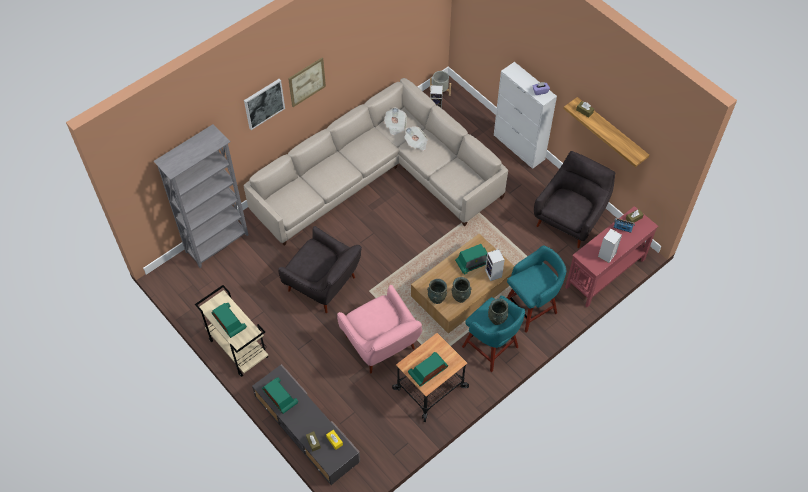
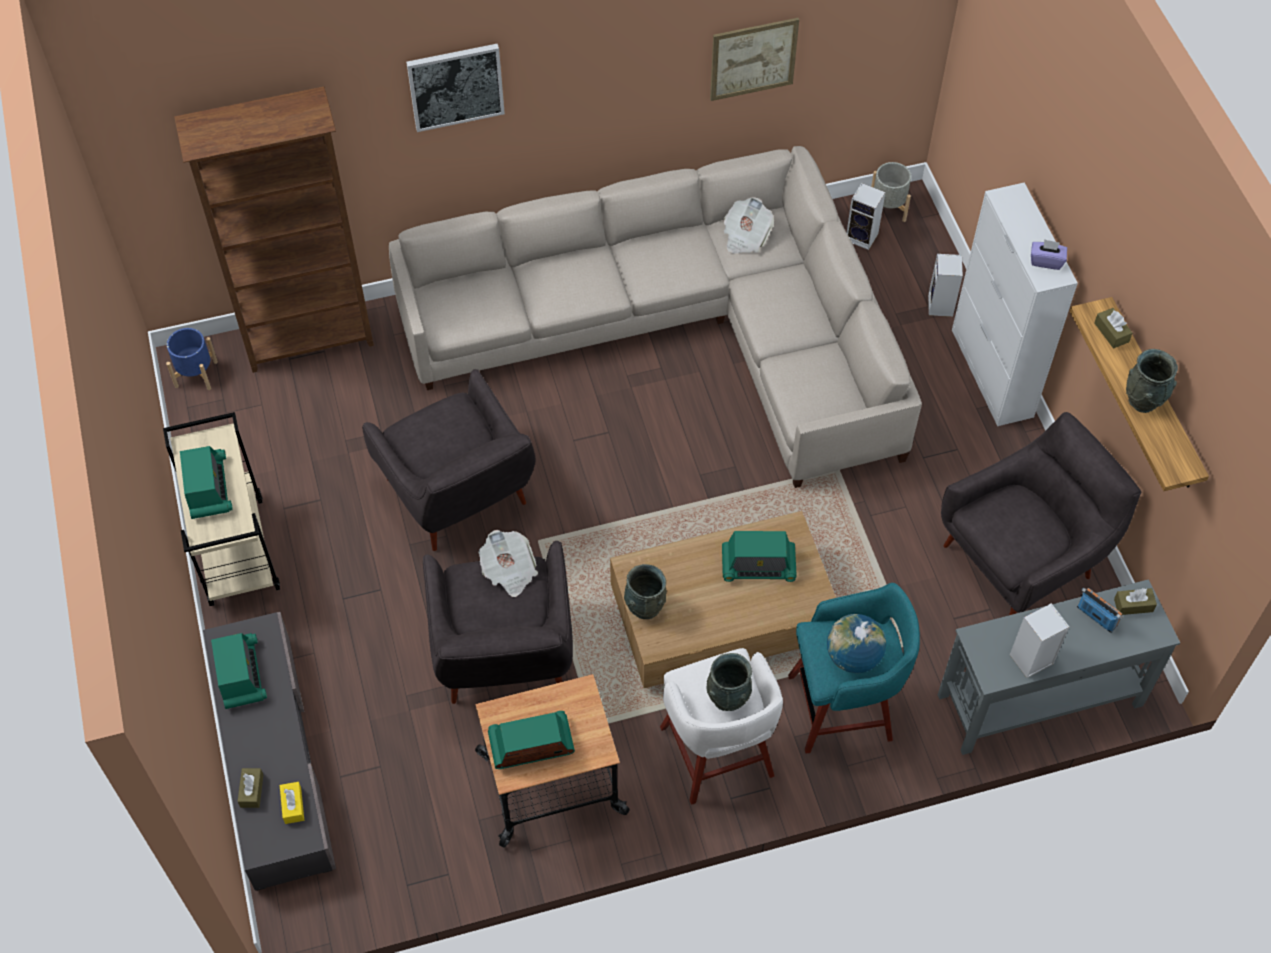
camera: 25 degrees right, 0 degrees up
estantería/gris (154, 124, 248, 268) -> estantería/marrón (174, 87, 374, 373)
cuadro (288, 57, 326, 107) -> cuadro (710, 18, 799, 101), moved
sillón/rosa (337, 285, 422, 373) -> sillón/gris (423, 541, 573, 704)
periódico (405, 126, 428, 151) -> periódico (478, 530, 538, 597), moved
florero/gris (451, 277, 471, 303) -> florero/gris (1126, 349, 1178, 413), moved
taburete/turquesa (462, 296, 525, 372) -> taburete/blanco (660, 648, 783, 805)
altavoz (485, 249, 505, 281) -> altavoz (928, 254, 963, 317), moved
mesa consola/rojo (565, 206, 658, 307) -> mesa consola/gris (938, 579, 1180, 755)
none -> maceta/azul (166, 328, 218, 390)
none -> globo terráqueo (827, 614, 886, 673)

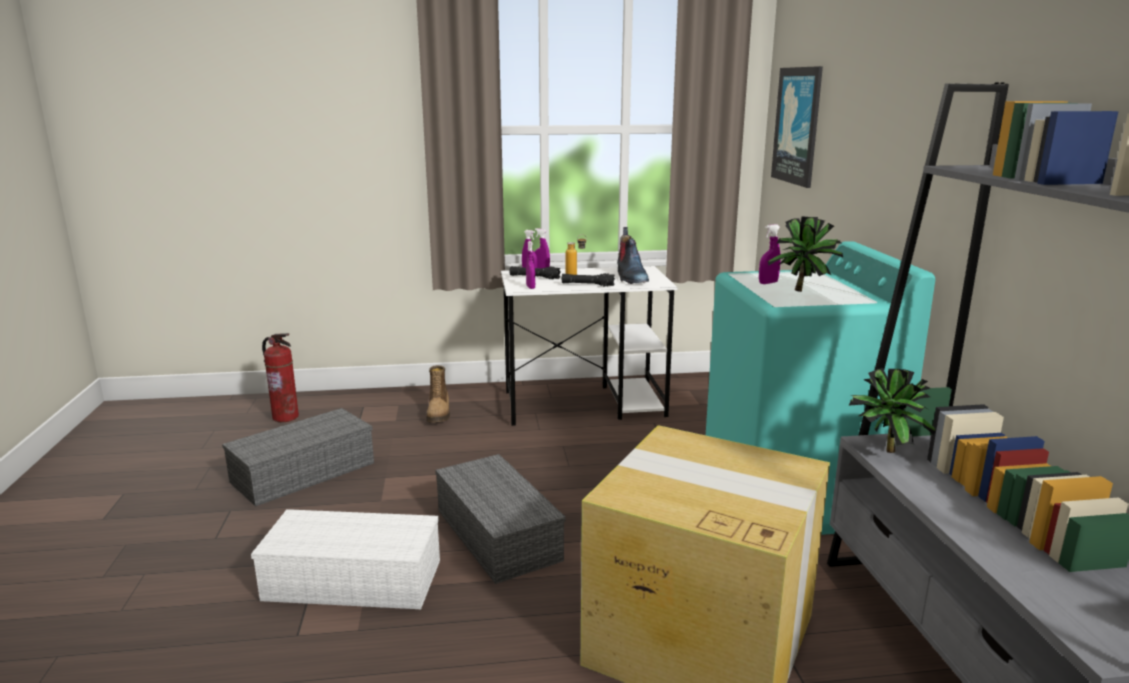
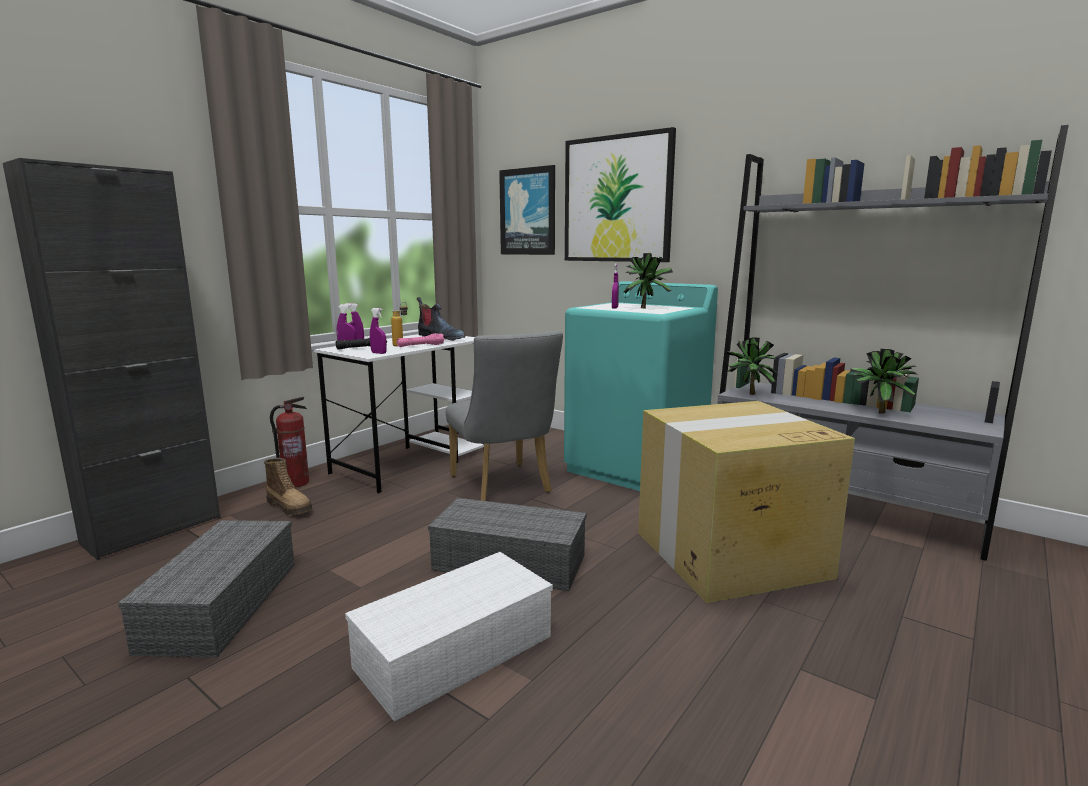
camera: 45 degrees left, 5 degrees down
extintor (262, 333, 299, 422) -> extintor (270, 397, 309, 487), moved
linterna/negro (561, 273, 615, 287) -> linterna/rosa (397, 333, 445, 347)
none -> armario/negro (3, 158, 220, 560)
none -> silla/gris (446, 330, 563, 501)
none -> cuadro (565, 127, 676, 262)
none -> planta en maceta (850, 349, 917, 414)

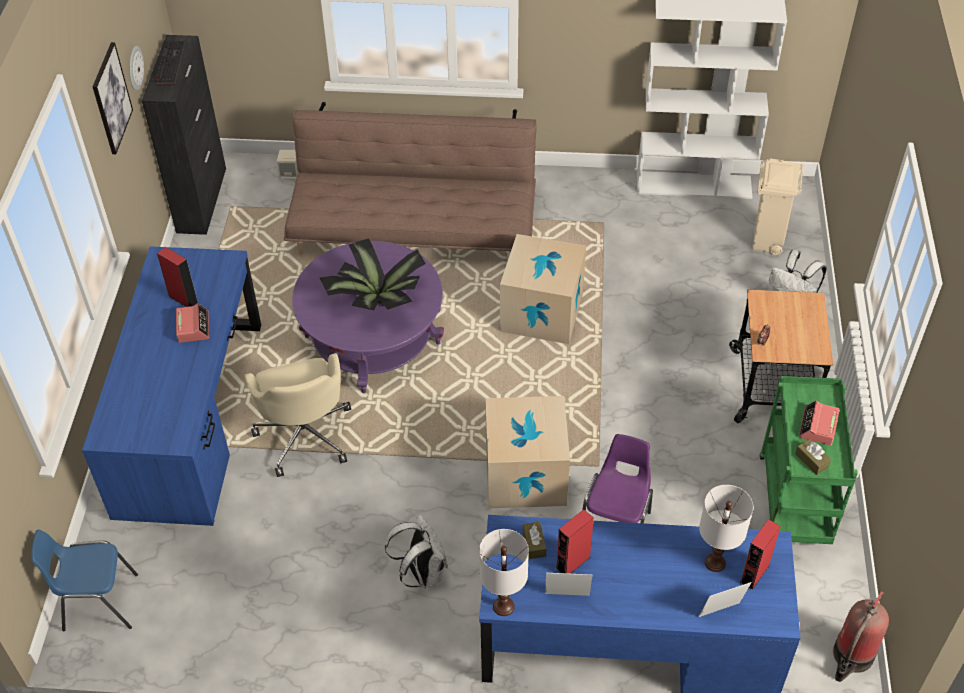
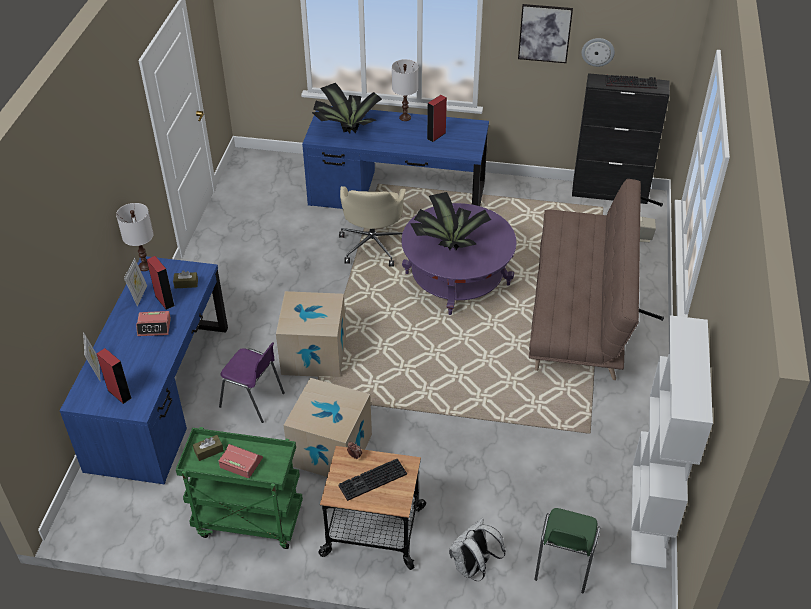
camera: 95 degrees right, 5 degrees down
silla/azul (31, 530, 138, 631) -> none
despertador (176, 303, 209, 343) -> despertador (136, 311, 171, 336), moved
silla de oficina/beis (245, 353, 351, 477) -> silla de oficina/beis (339, 186, 406, 267), 75 degrees counterclockwise
mochila/blanco (385, 515, 448, 589) -> none
caja de cartón (500, 234, 586, 344) -> caja de cartón (283, 378, 372, 477), moved
lámpara de mesa/blanco (699, 485, 753, 572) -> lámpara de mesa/blanco (392, 59, 418, 121), moved
papelera/beis (752, 158, 804, 255) -> silla/verde (534, 508, 600, 594)
extintor (833, 591, 889, 682) -> none
none -> planta en maceta (312, 83, 382, 134)
none -> teclado (338, 459, 407, 501)

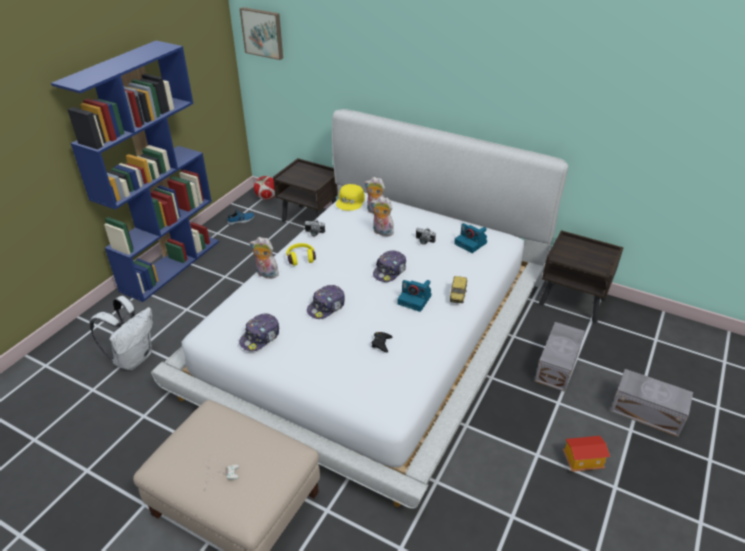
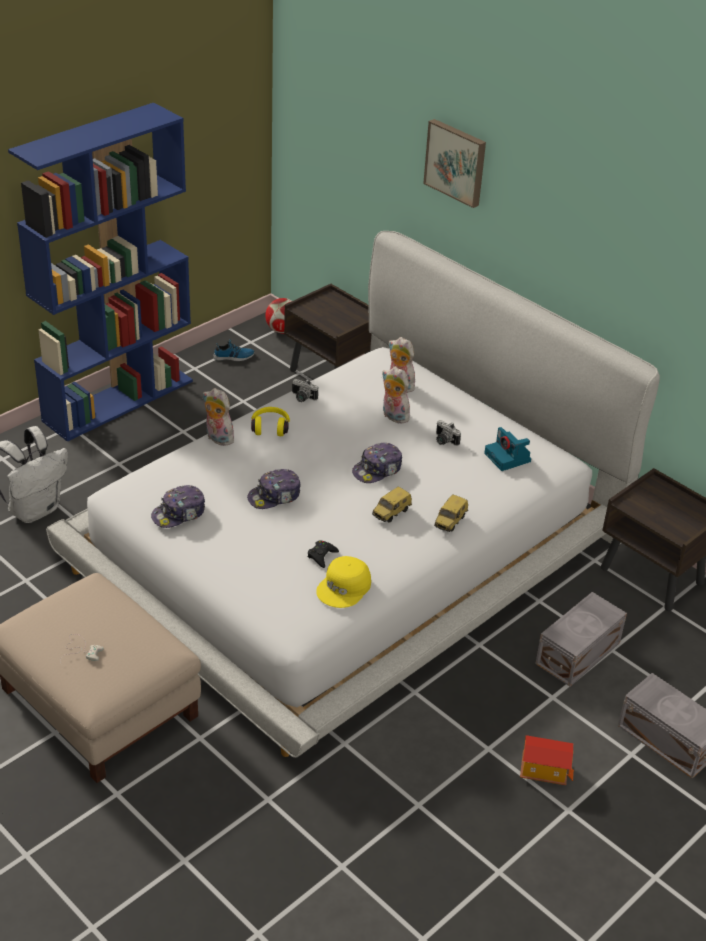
camera: 15 degrees right, 0 degrees up
cuadro (239, 7, 283, 60) -> cuadro (423, 119, 486, 208), moved
gorra/amarillo (336, 184, 365, 211) -> gorra/amarillo (316, 556, 371, 608), moved
cámara (398, 280, 432, 312) -> coche de juguete (372, 487, 412, 522)

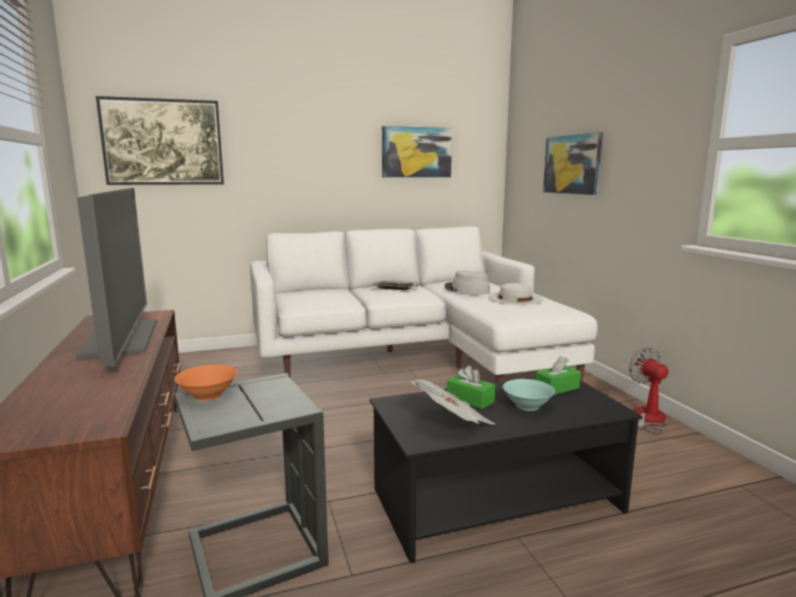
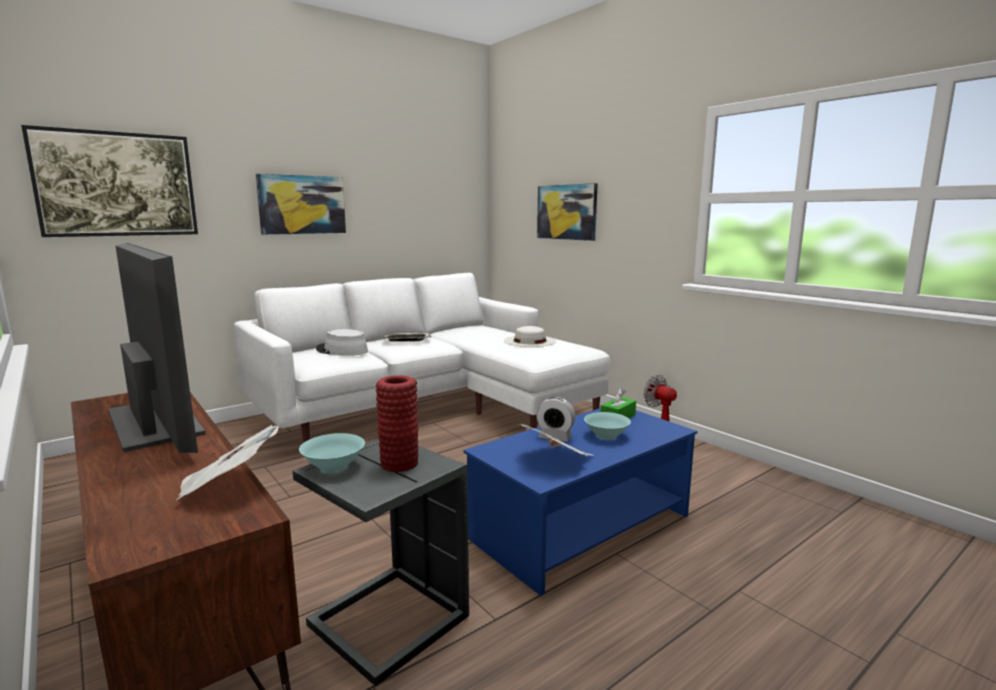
camera: 20 degrees left, 0 degrees up
cuenco/naranja (174, 364, 237, 401) -> cuenco/turquesa (299, 433, 365, 473)
mesa de centro/negro (370, 377, 643, 563) -> mesa de centro/azul (463, 408, 697, 596)
cuadro (382, 126, 452, 178) -> cuadro (256, 174, 346, 235), moved
sombrero/gris (445, 271, 490, 295) -> sombrero/gris (316, 329, 368, 356), moved
caja de pañuelos/verde (447, 365, 495, 409) -> despertador (536, 397, 575, 442)
none -> periódico (176, 425, 279, 500)
none -> florero/rojo (376, 375, 419, 472)

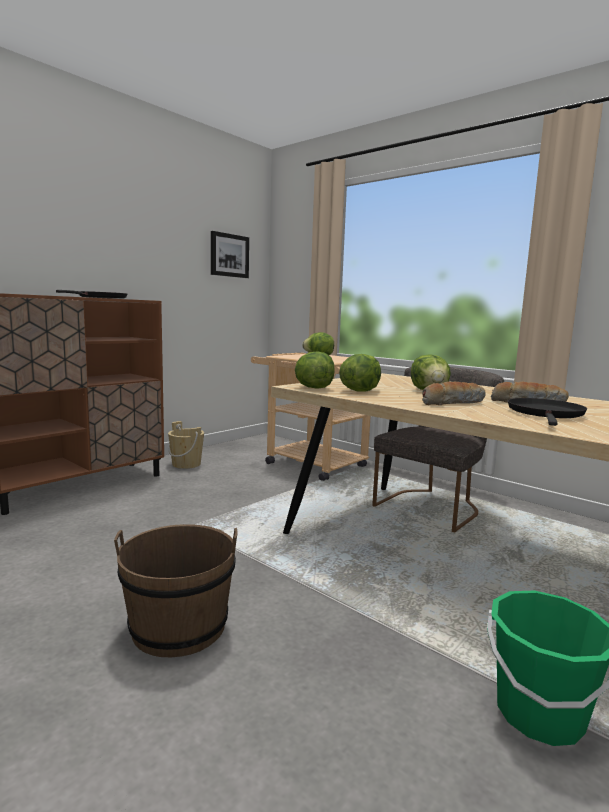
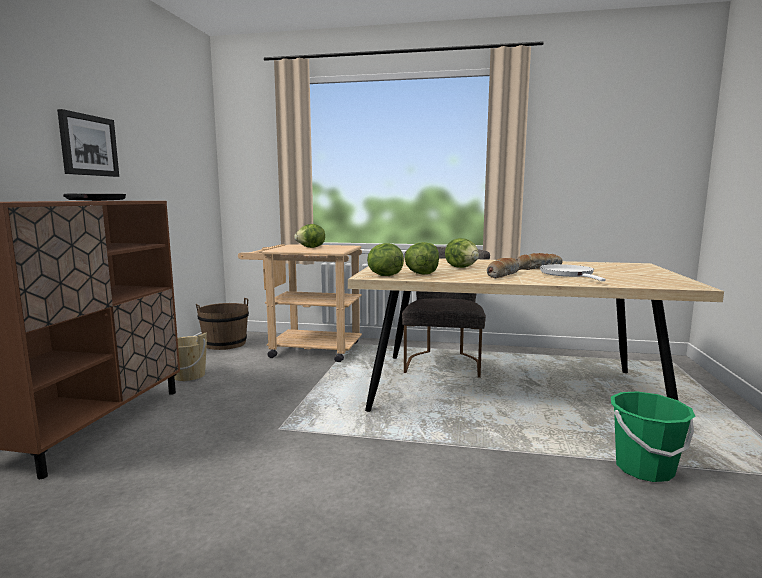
camera: 30 degrees left, 0 degrees up
cubo/marrón (114, 524, 238, 657) -> cubo/marrón (196, 298, 249, 350), moved
cuadro (211, 231, 249, 278) -> cuadro (57, 109, 119, 177), moved
sartén/negro (508, 398, 587, 426) -> sartén/blanco (540, 264, 606, 281)

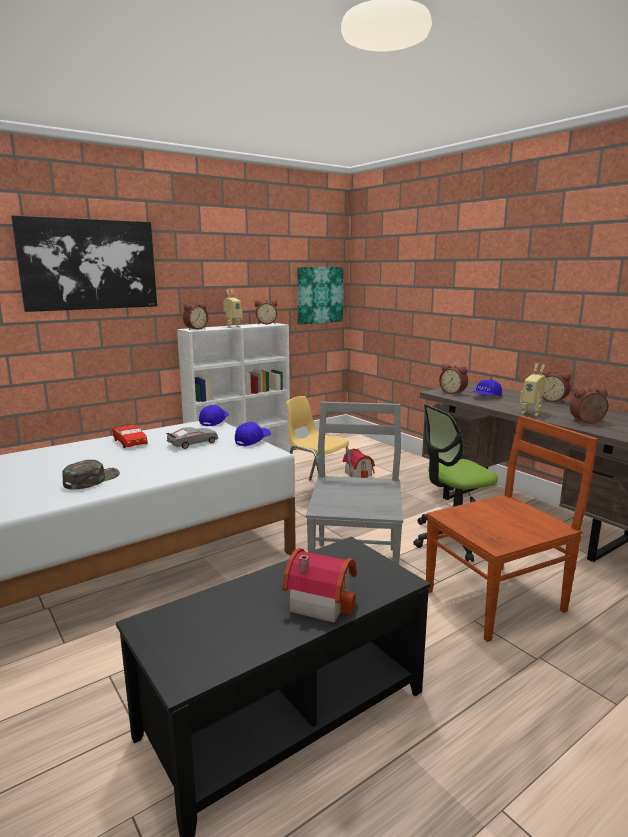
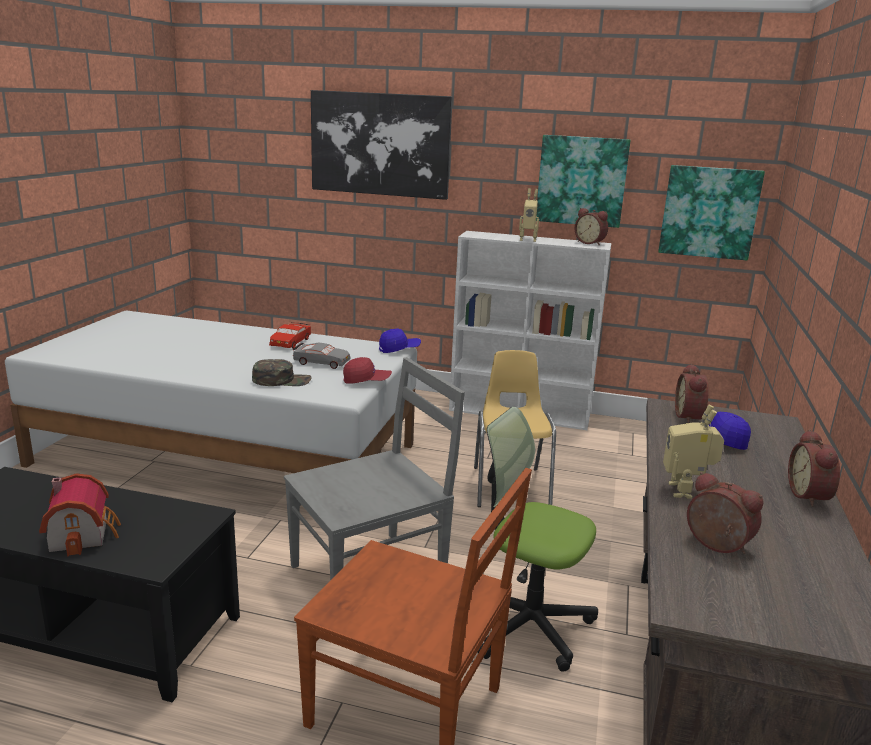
camera: 50 degrees right, 5 degrees up
gorra/verde (63, 460, 120, 489) -> gorra/verde (252, 359, 311, 386), moved
despertador (183, 303, 208, 330) -> none
gorra/azul (235, 422, 271, 446) -> gorra/rojo (343, 357, 392, 384)
casita (343, 449, 375, 478) -> none
none -> cuadro (536, 135, 631, 228)

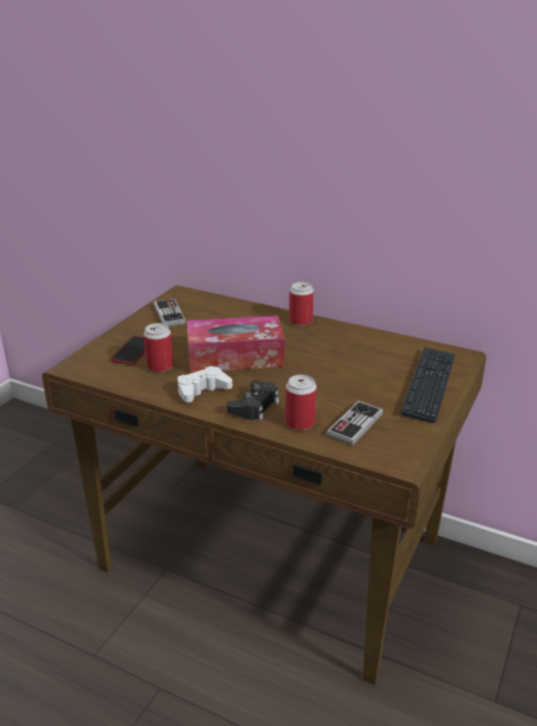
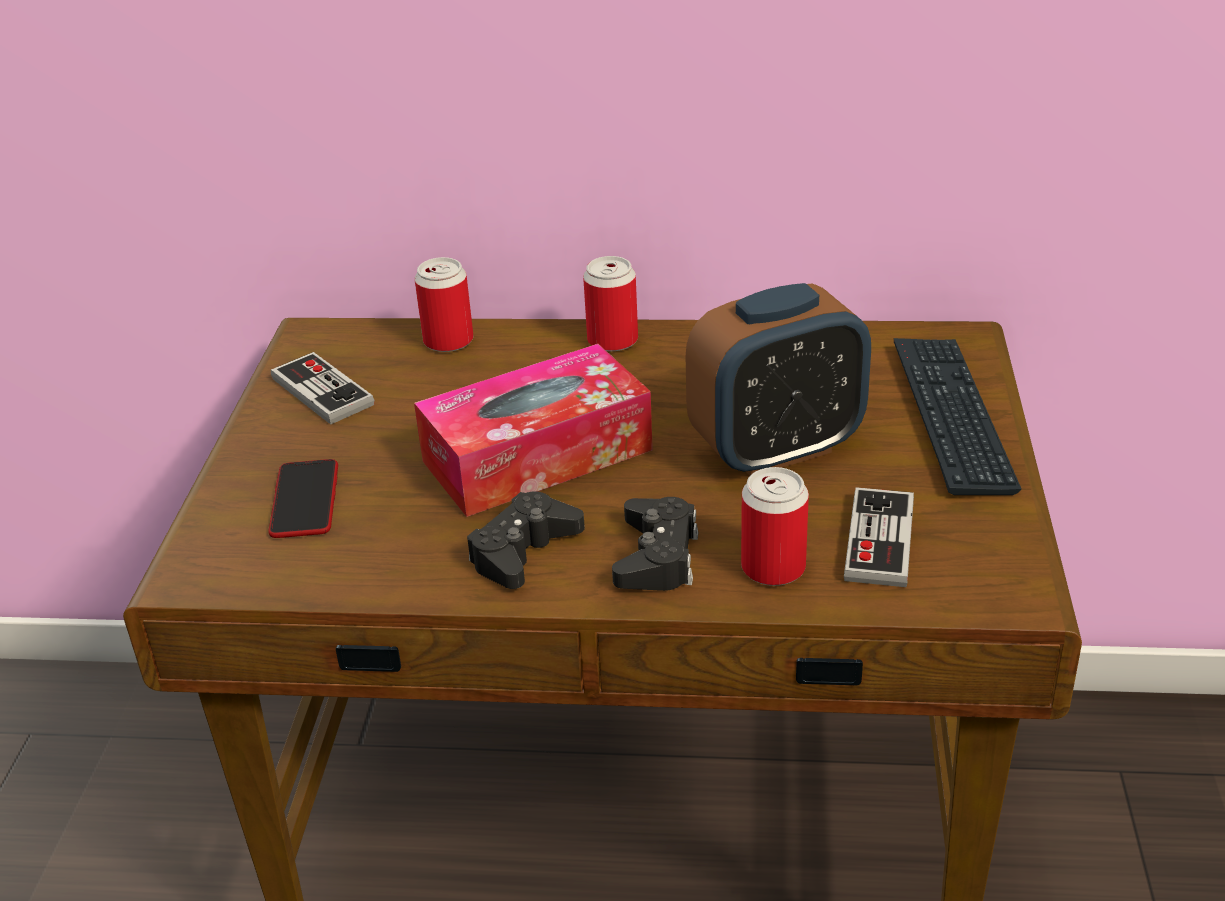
camera: 20 degrees left, 5 degrees up
lata (144, 323, 173, 372) -> lata (414, 257, 473, 352), moved
mando de consola/blanco (178, 366, 232, 402) -> mando de consola/negro (467, 491, 585, 589)
none -> despertador (686, 283, 871, 476)

